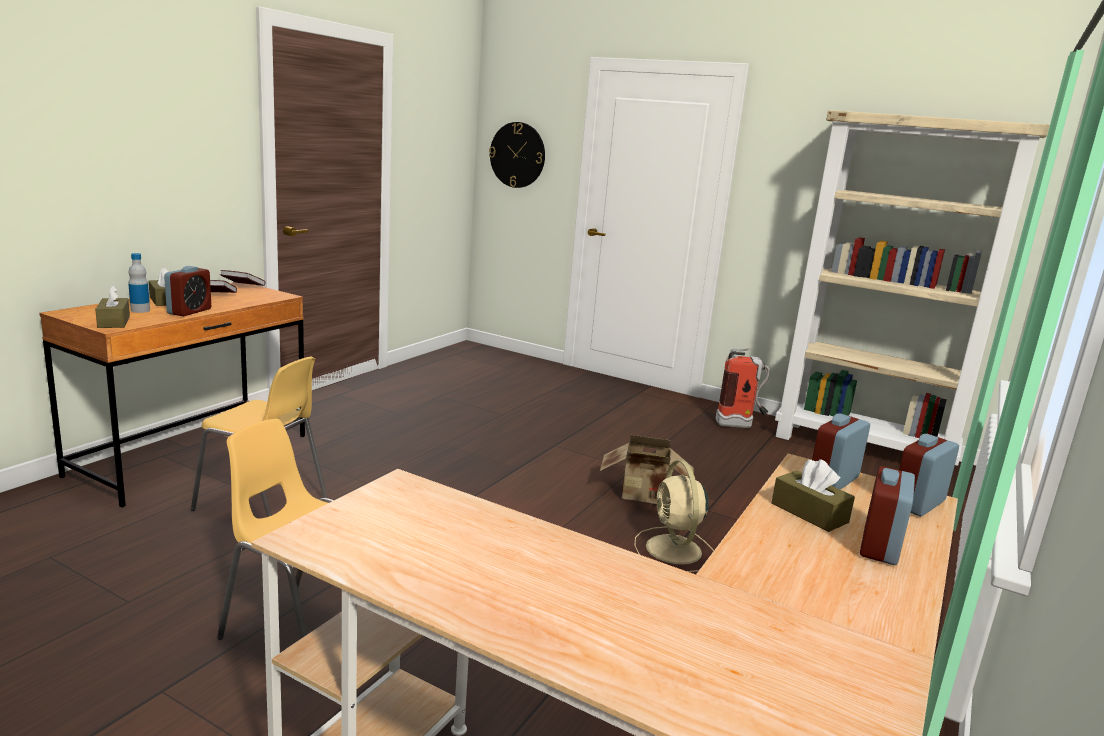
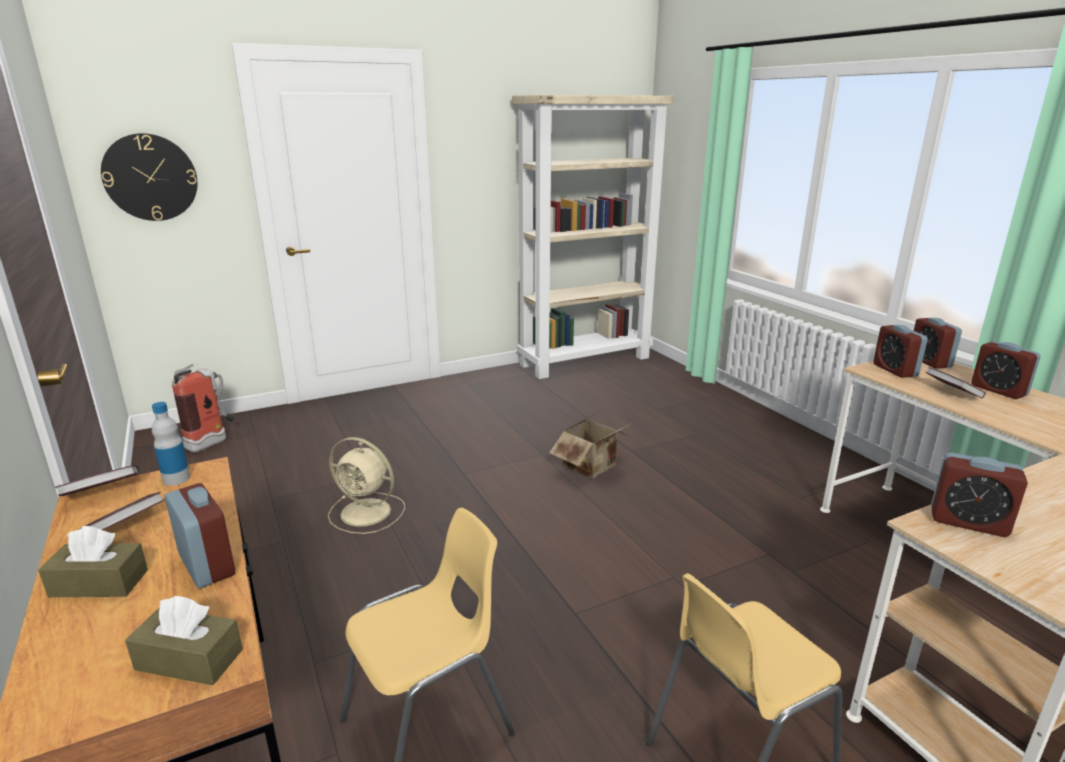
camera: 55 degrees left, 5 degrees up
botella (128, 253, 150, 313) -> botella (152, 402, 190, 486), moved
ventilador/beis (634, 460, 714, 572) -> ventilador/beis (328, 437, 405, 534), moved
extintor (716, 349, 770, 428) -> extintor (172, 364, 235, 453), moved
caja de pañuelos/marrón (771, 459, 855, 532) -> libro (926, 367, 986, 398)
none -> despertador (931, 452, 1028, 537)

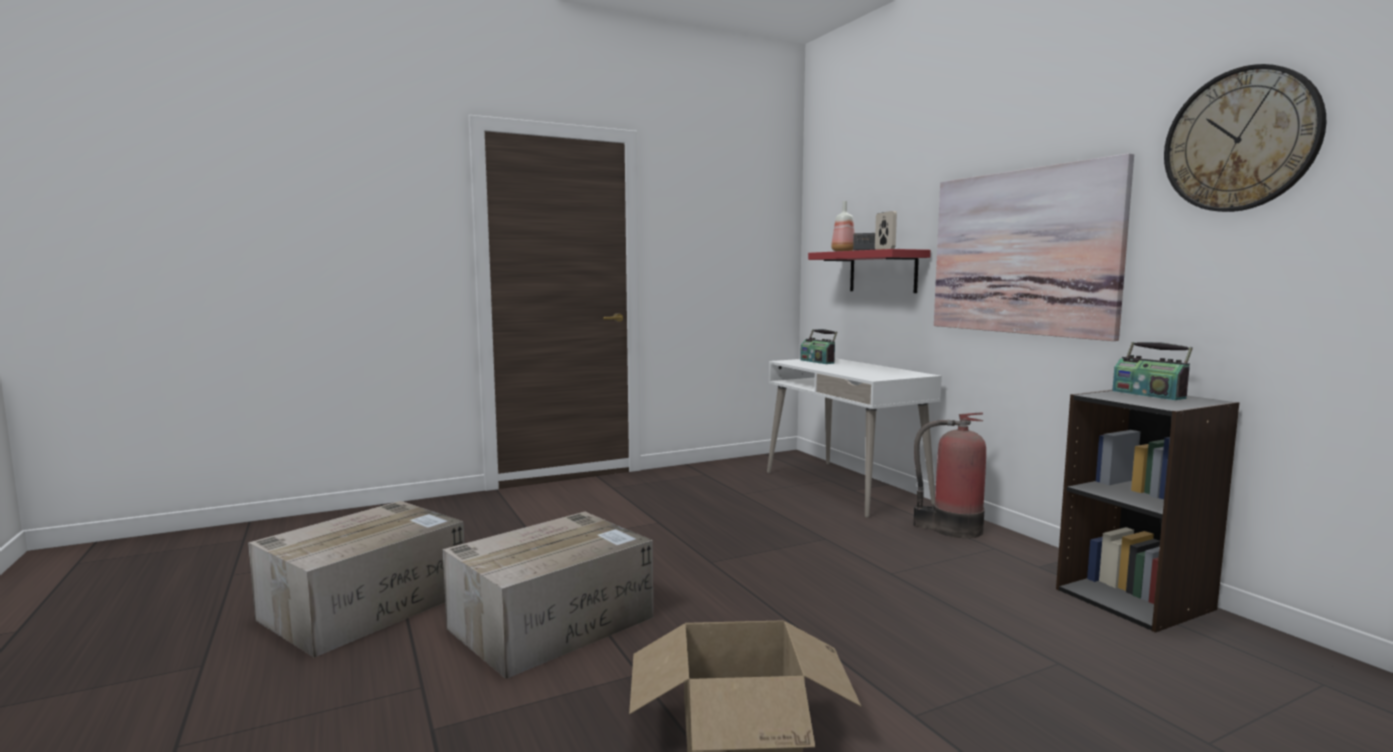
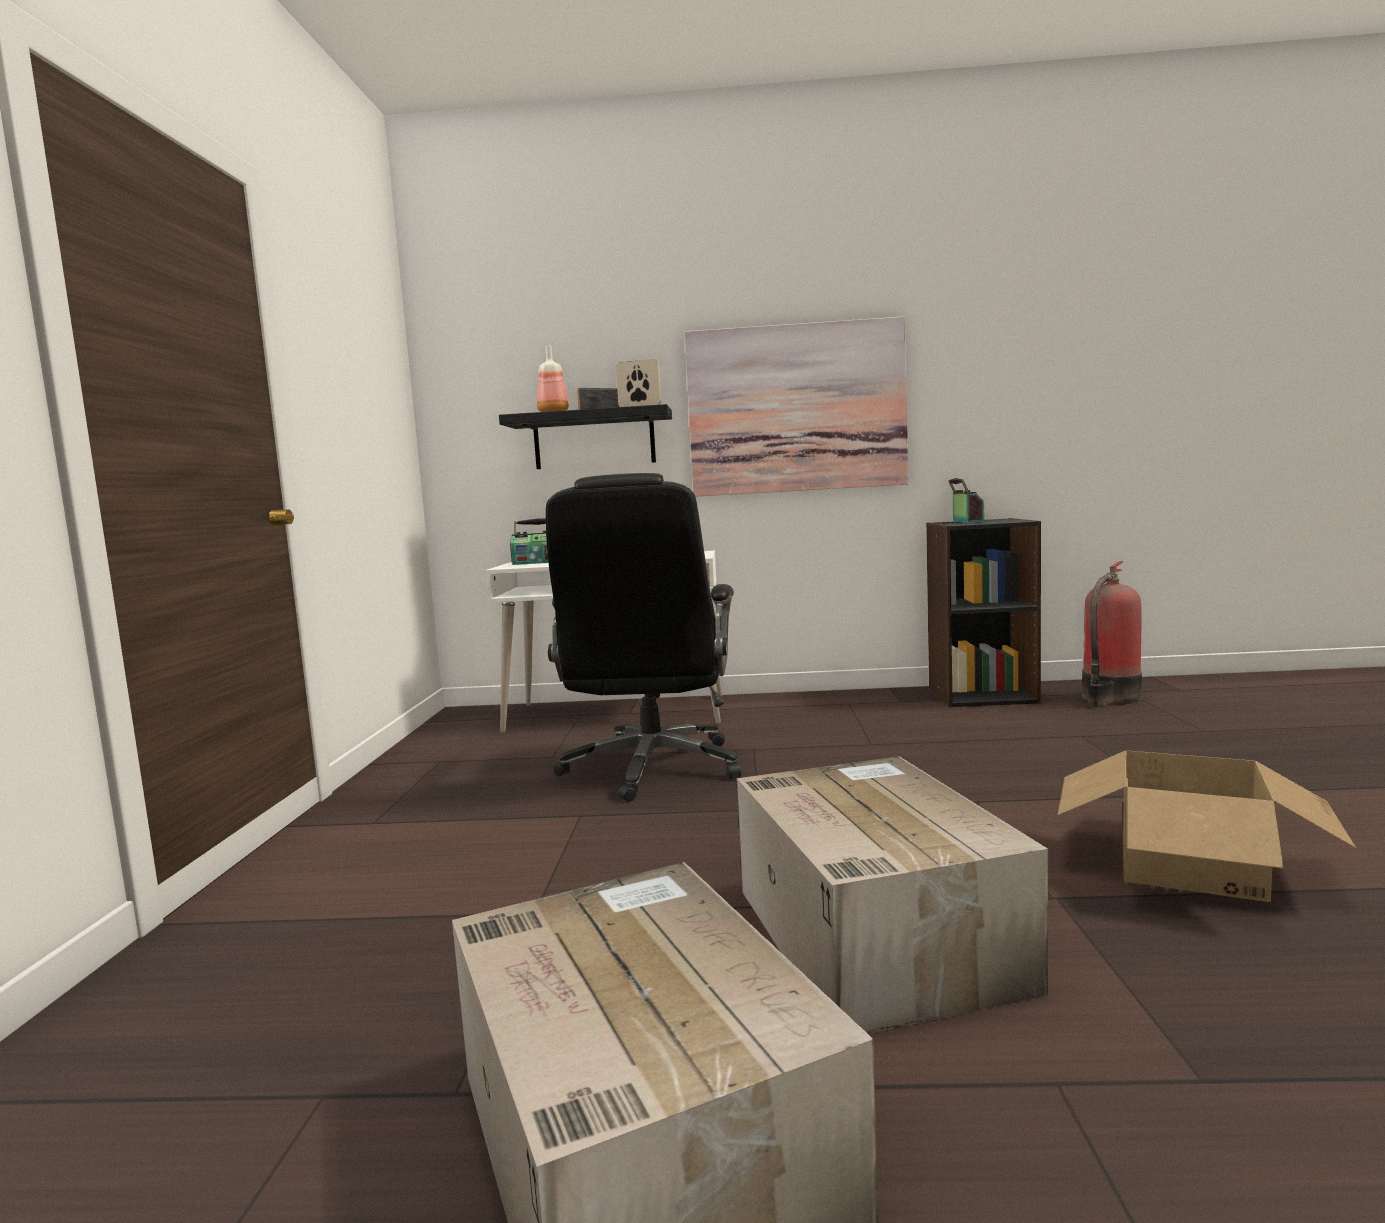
camera: 60 degrees left, 0 degrees up
estante/rojo (808, 249, 931, 293) -> estante/negro (499, 404, 672, 469)
extintor (913, 412, 986, 538) -> extintor (1082, 561, 1142, 707), moved
radio (1112, 342, 1193, 400) -> radio (948, 478, 984, 523), 90 degrees counterclockwise
reloj de pared (1164, 64, 1326, 212) -> none
none -> silla de oficina/negro (546, 473, 741, 802)

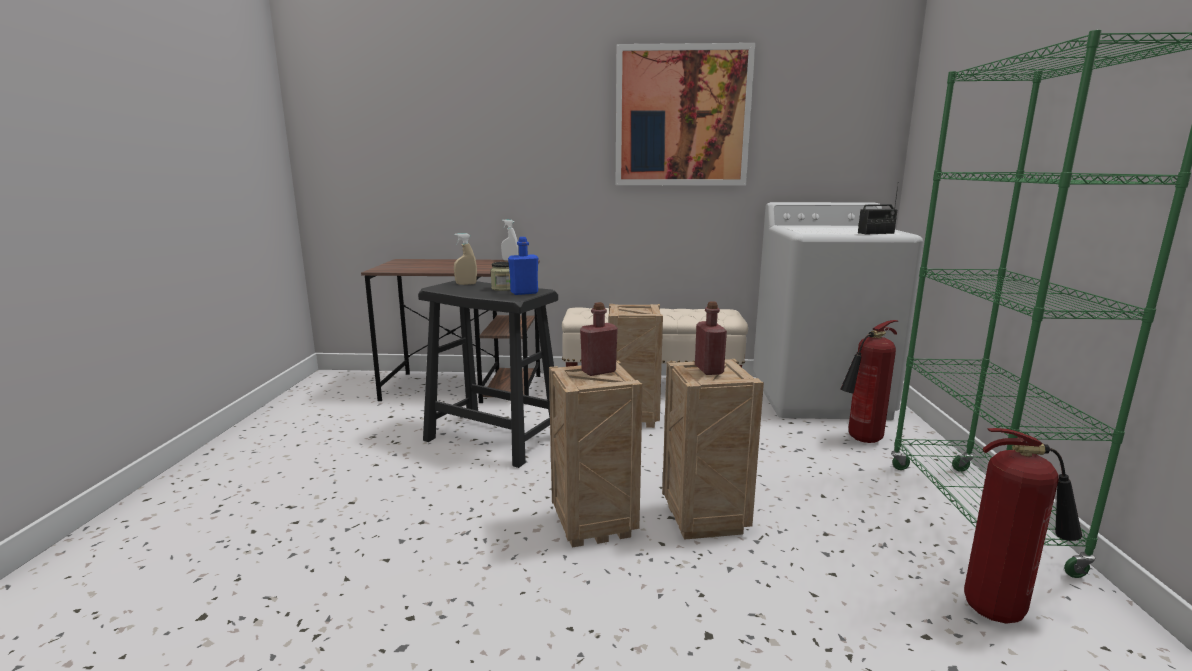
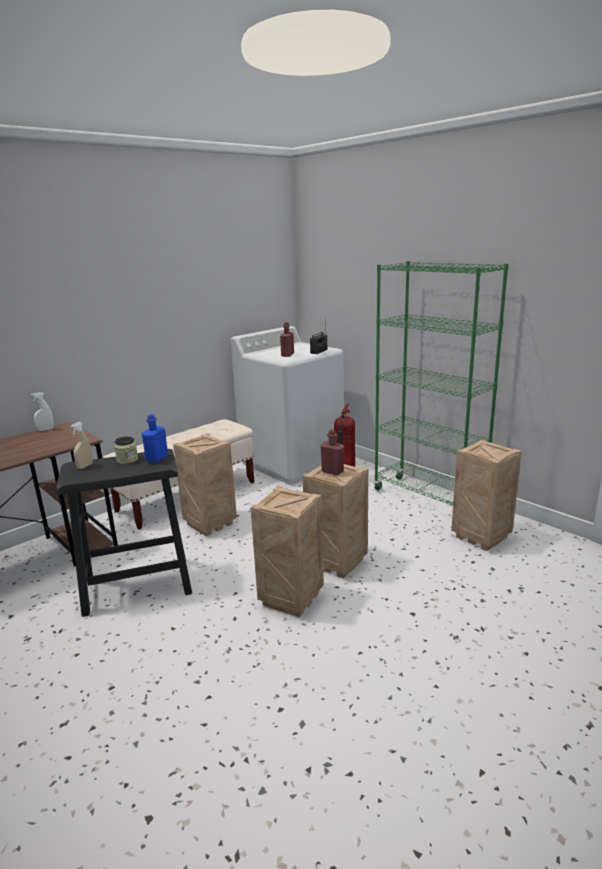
camera: 45 degrees left, 5 degrees up
botella/rojo (580, 302, 618, 376) -> botella/rojo (280, 322, 294, 357), moved
cuadro (616, 43, 755, 185) -> none
extintor (964, 428, 1082, 624) -> caja de embalaje (451, 439, 522, 551)

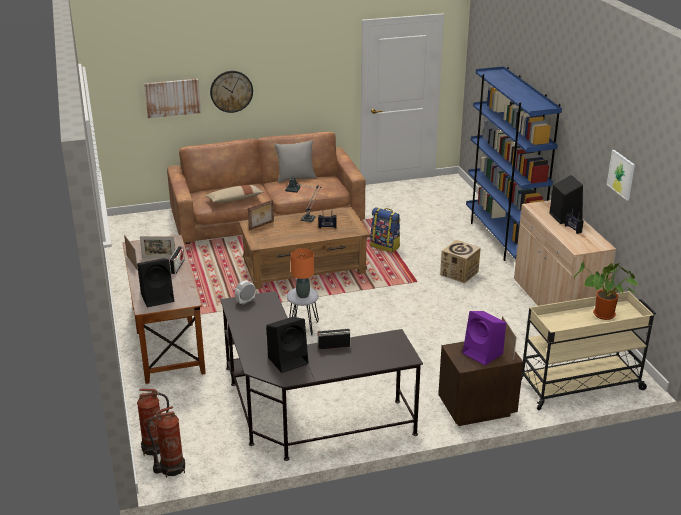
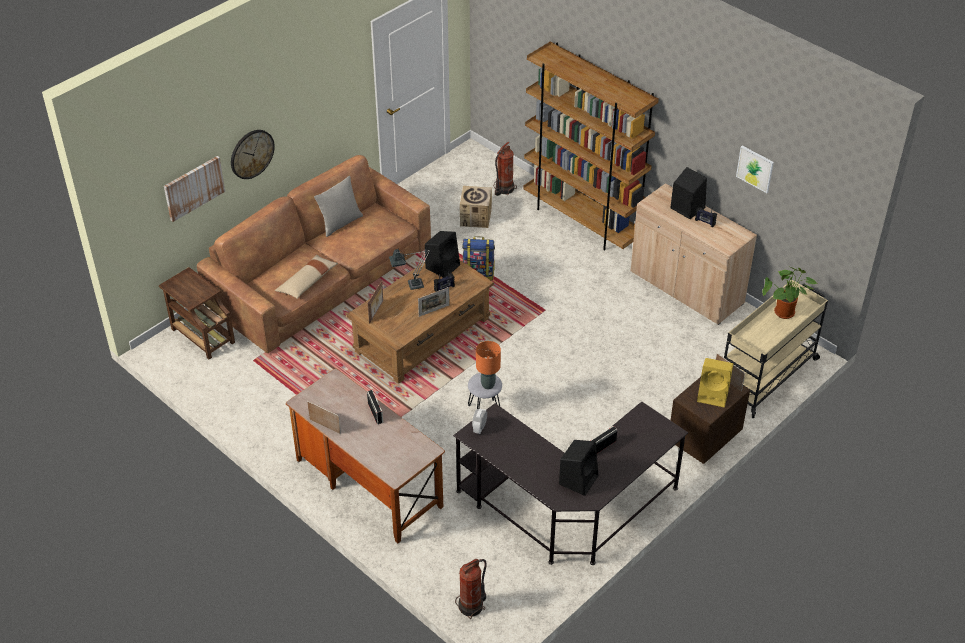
camera: 30 degrees left, 15 degrees up
altavoz/negro (137, 258, 174, 307) -> altavoz/negro (425, 231, 460, 278), moved
portarretratos (140, 236, 175, 258) -> portarretratos (418, 287, 450, 317), moved
extintor (147, 406, 185, 477) -> extintor (494, 142, 517, 196), moved
caja de cartón (440, 240, 481, 283) -> caja de cartón (460, 186, 492, 228), moved
altavoz/morado (463, 311, 506, 366) -> altavoz/amarillo (697, 358, 733, 407)
estantería/azul (466, 66, 562, 261) -> estantería/marrón (523, 42, 659, 250)
none -> mesa auxiliar/marrón (159, 267, 235, 359)

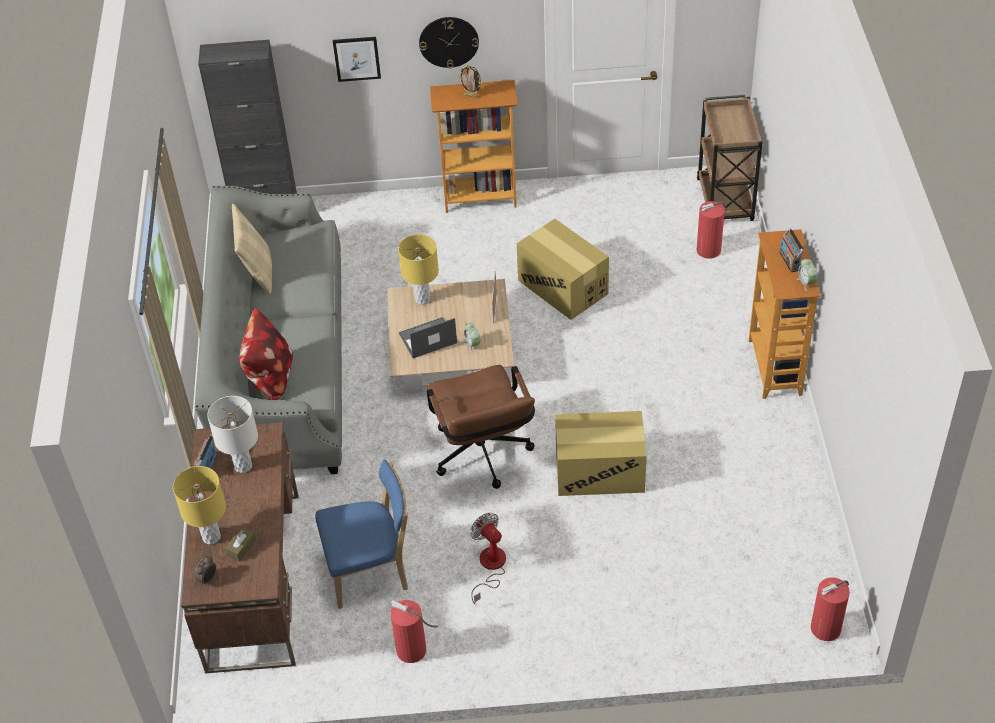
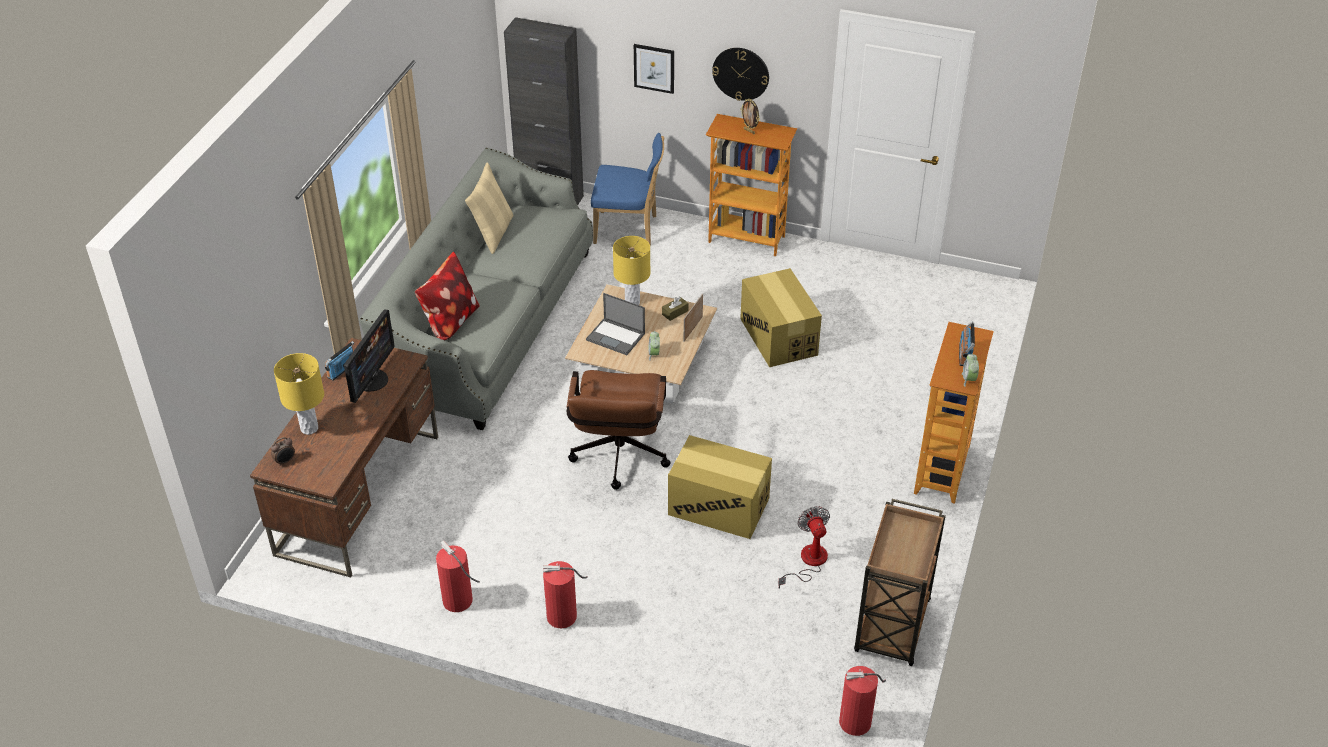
camera: 20 degrees right, 5 degrees down
lámpara de mesa/blanco (207, 396, 258, 473) -> monitor (344, 309, 395, 403)
caja de pañuelos/marrón (225, 527, 256, 562) -> caja de pañuelos/marrón (662, 297, 689, 321), moved
silla/azul (316, 460, 408, 609) -> silla/azul (591, 133, 664, 246), moved
portátil (399, 317, 457, 358) -> portátil (586, 293, 645, 355), 150 degrees counterclockwise
ventilador (470, 513, 506, 604) -> ventilador (778, 506, 830, 589), moved
carrito/marrón (697, 95, 763, 221) -> carrito/marrón (854, 499, 946, 666), moved
extintor (697, 201, 726, 259) -> extintor (543, 561, 588, 628), moved

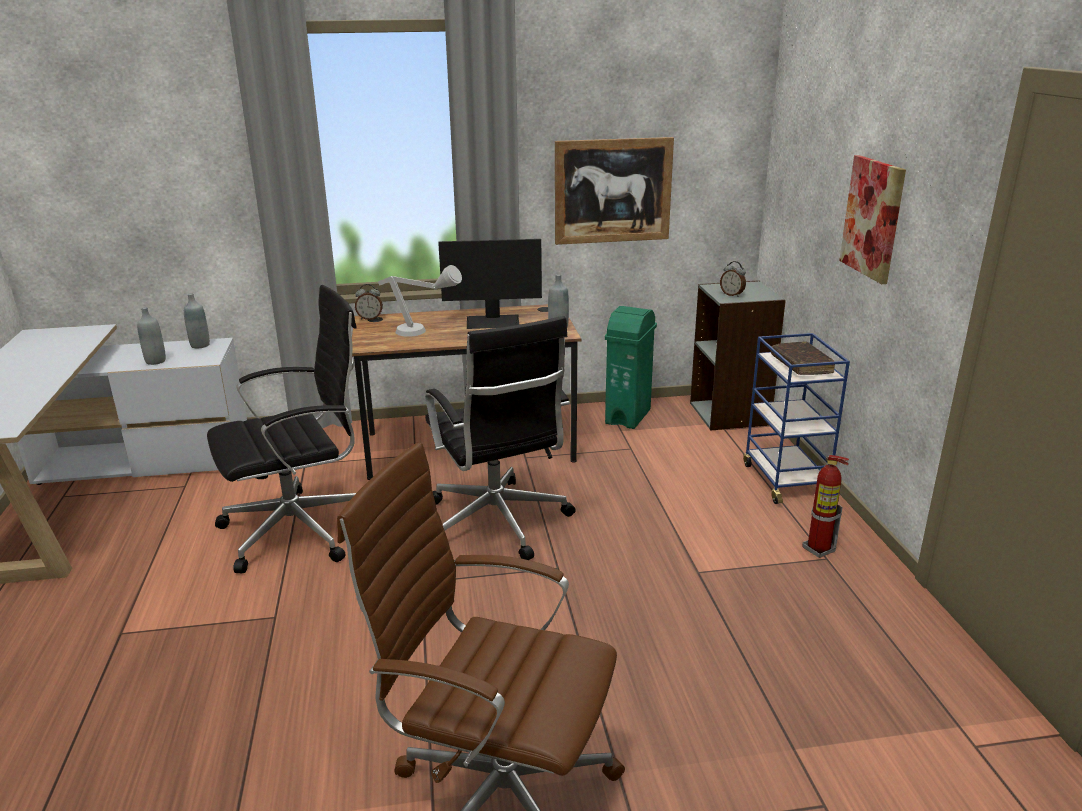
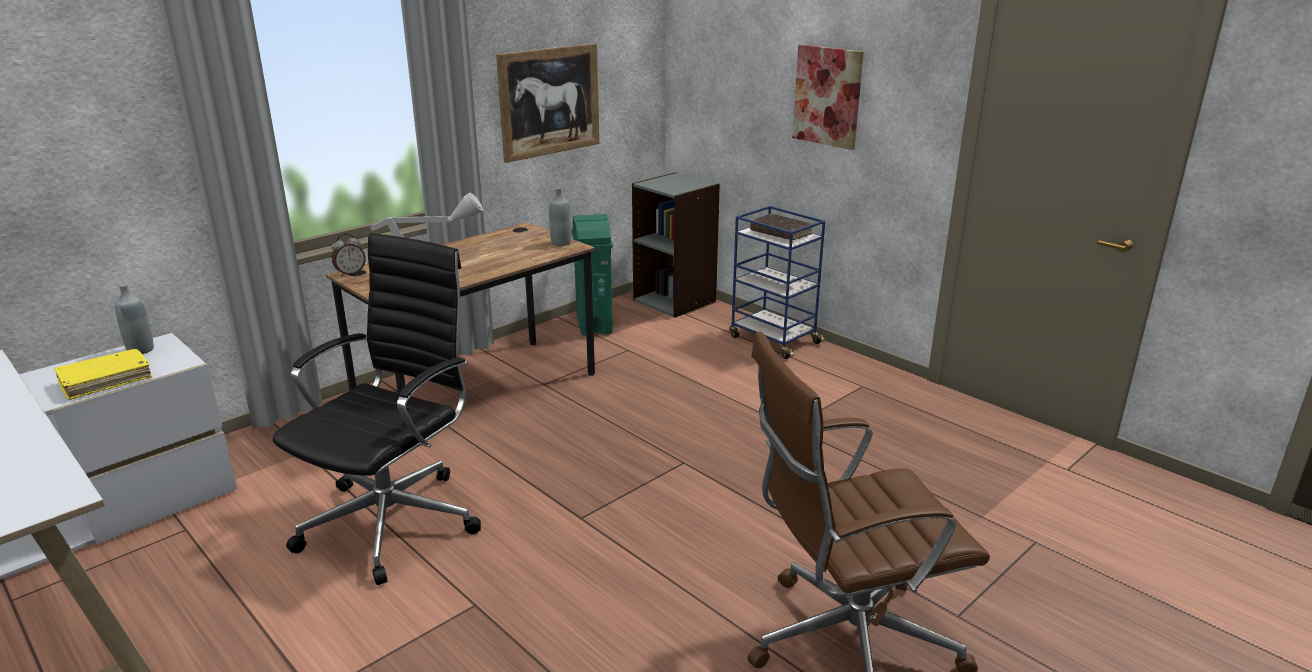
camera: 35 degrees left, 0 degrees up
botella/gris (137, 307, 166, 365) -> libro/amarillo (54, 349, 152, 400)
silla de oficina/negro (425, 316, 576, 560) -> none
monitor (438, 239, 542, 329) -> none
despertador (720, 261, 746, 297) -> none
extintor (802, 455, 849, 558) -> none

